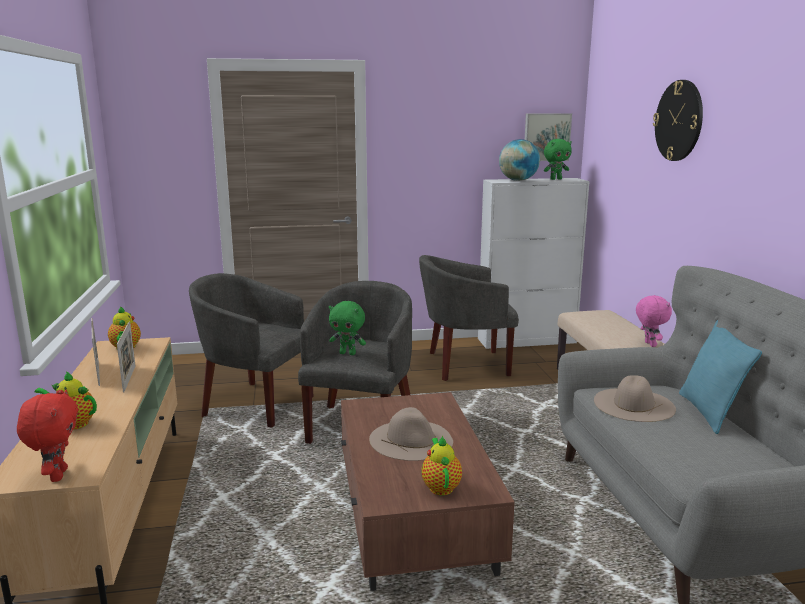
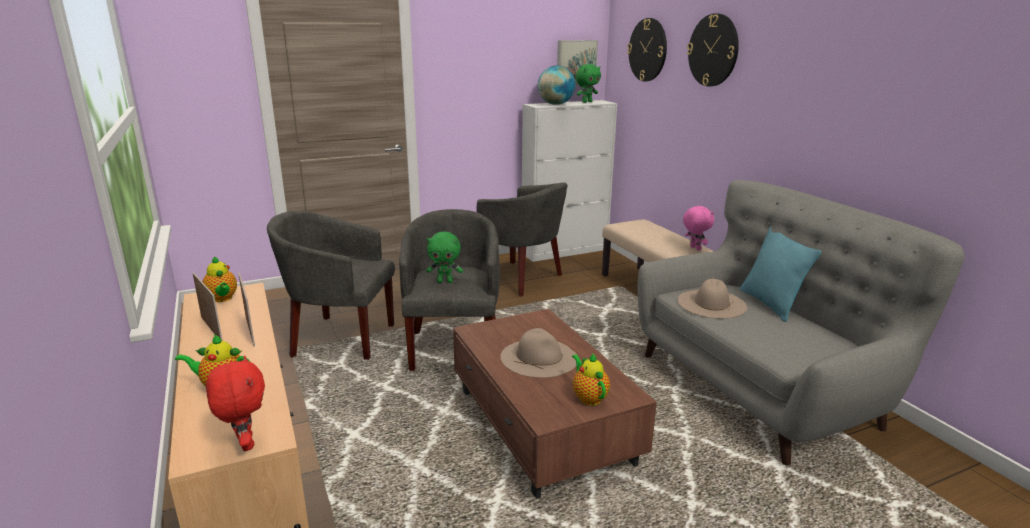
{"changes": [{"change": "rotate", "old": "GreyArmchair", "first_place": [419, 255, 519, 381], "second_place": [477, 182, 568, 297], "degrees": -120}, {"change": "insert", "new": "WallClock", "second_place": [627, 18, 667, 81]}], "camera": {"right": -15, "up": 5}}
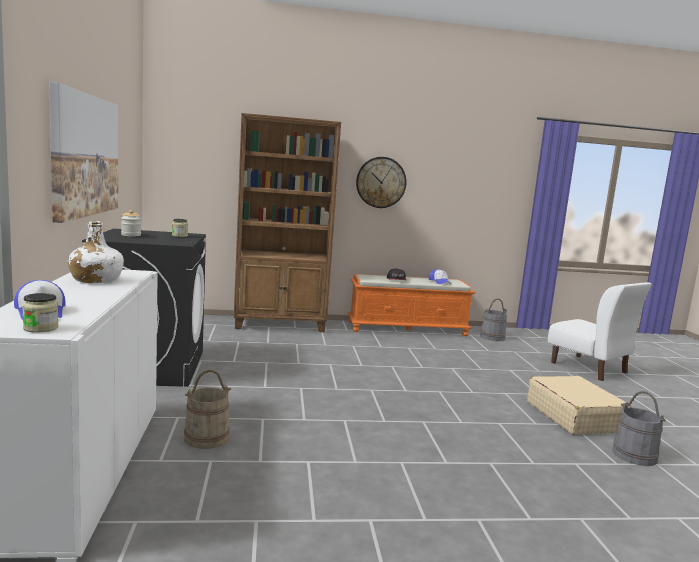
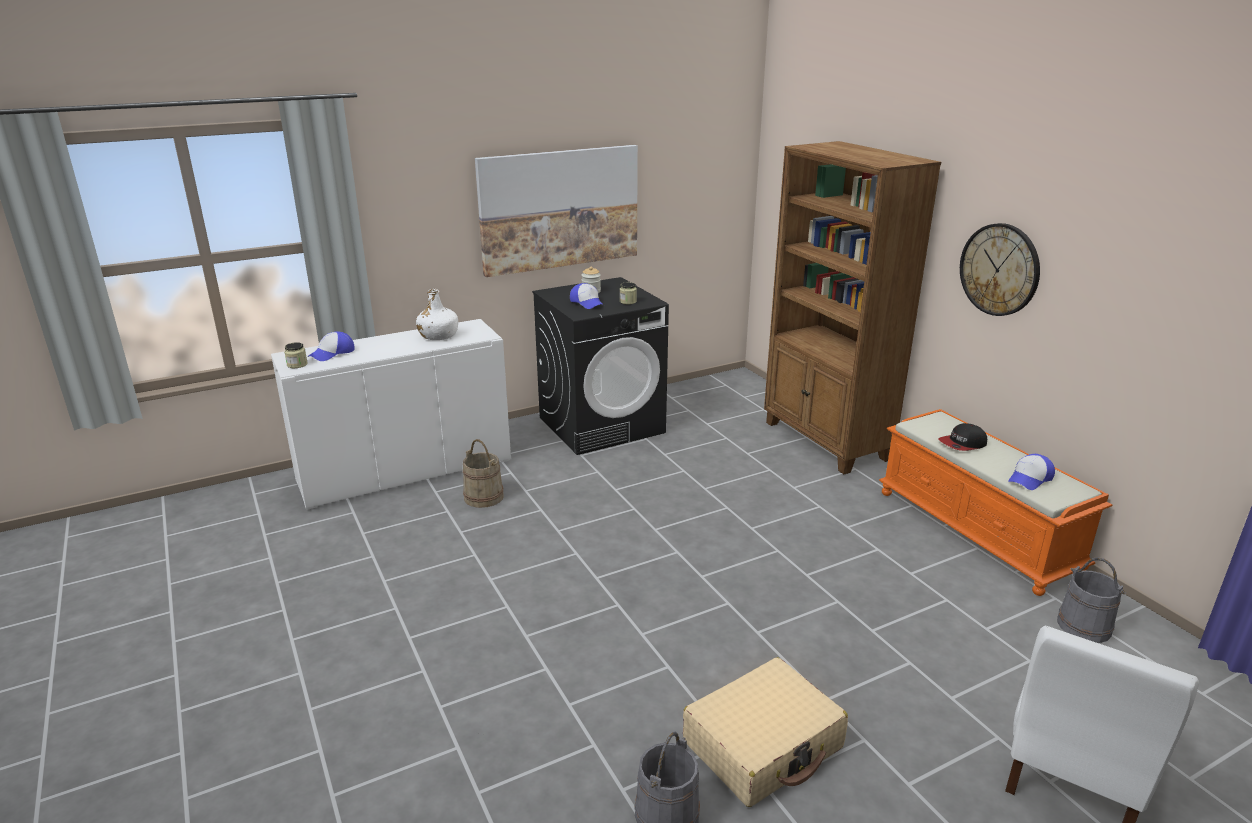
{"changes": [{"change": "insert", "new": "Cap", "second_place": [570, 283, 604, 309]}], "camera": {"right": 70, "up": 15}}
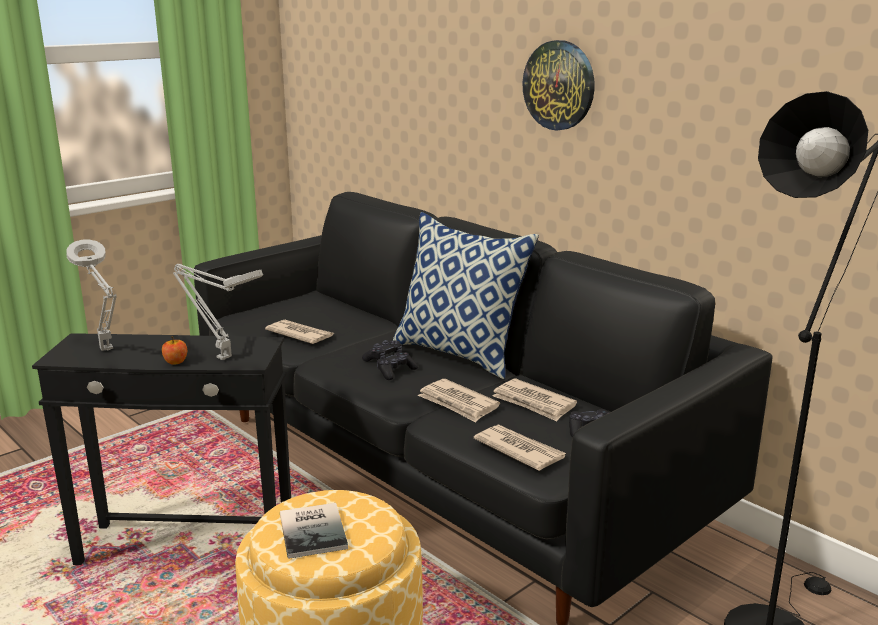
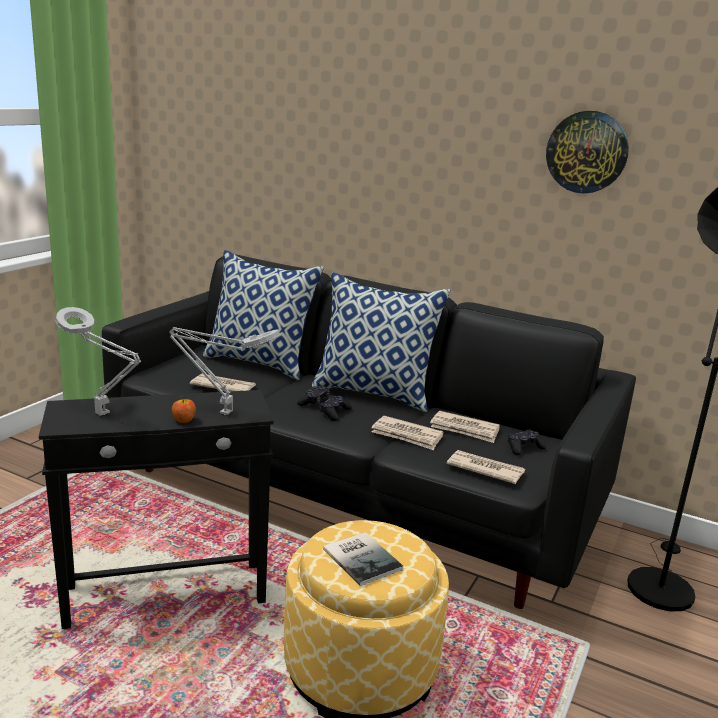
{"changes": [{"change": "insert", "new": "Pillow", "second_place": [203, 250, 324, 380]}, {"change": "move", "old": "WallClock", "first_place": [522, 40, 595, 131], "second_place": [546, 111, 629, 194]}], "camera": {"right": -20, "up": 0}}
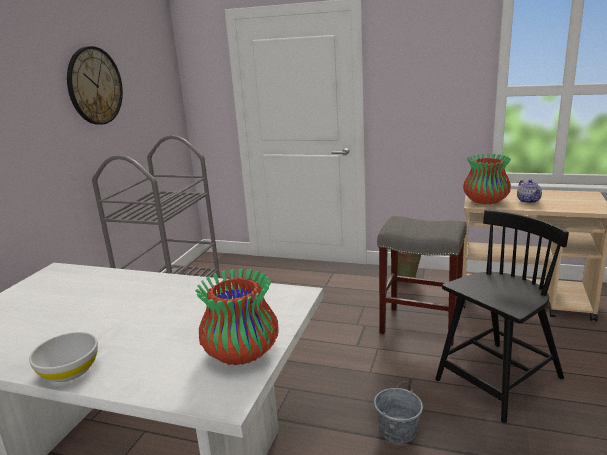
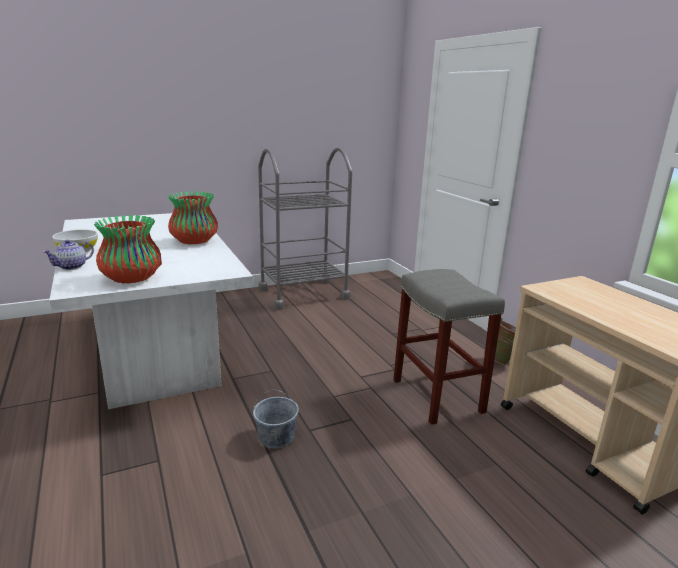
{"changes": [{"change": "move", "old": "Teapot", "first_place": [517, 179, 542, 203], "second_place": [43, 240, 94, 270]}, {"change": "move", "old": "Vase", "first_place": [463, 154, 511, 204], "second_place": [168, 191, 218, 244]}, {"change": "delete", "old": "WallClock", "first_place": [67, 46, 123, 125]}, {"change": "delete", "old": "BlackChair", "first_place": [435, 209, 569, 423]}], "camera": {"right": 45, "up": 0}}
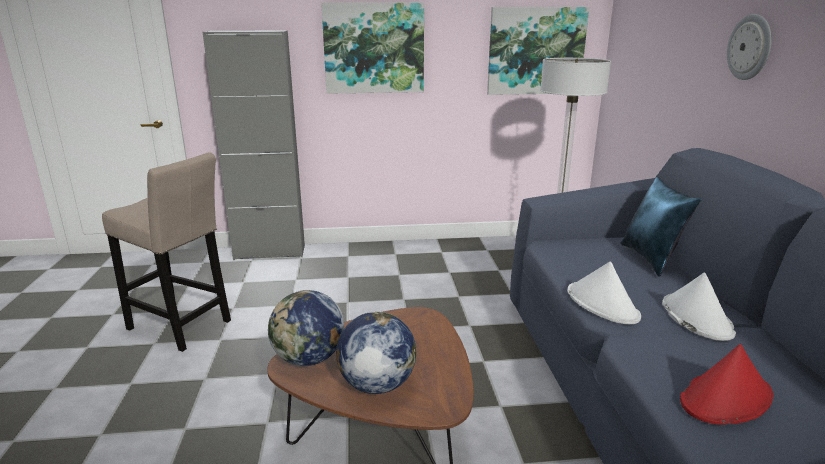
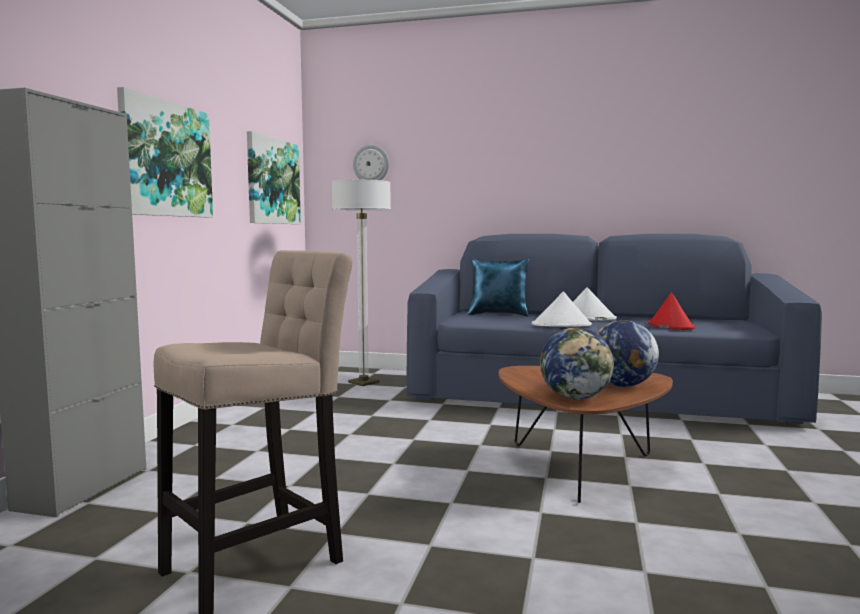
{"changes": [{"change": "move", "old": "WallClock", "first_place": [727, 14, 772, 80], "second_place": [353, 145, 389, 180]}], "camera": {"right": -70, "up": -15}}
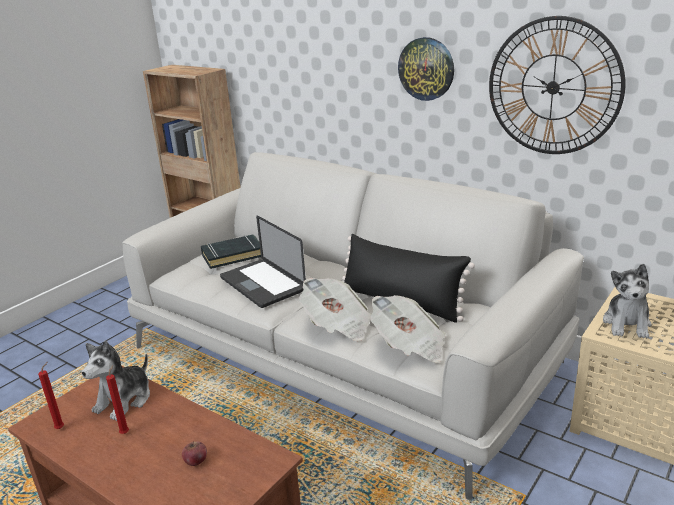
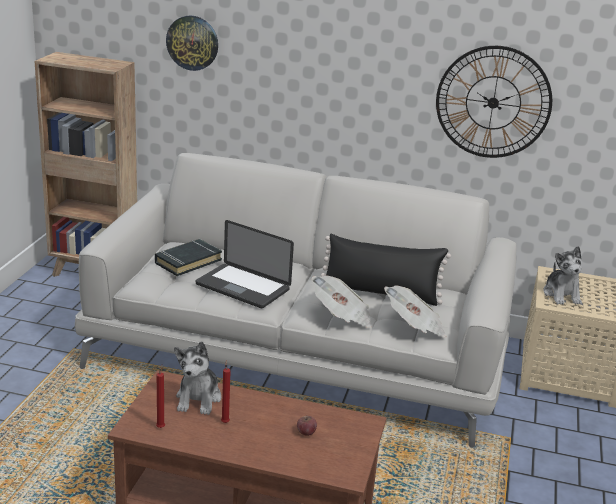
{"changes": [{"change": "move", "old": "WallClock", "first_place": [398, 37, 454, 101], "second_place": [166, 15, 218, 71]}], "camera": {"right": -25, "up": 0}}
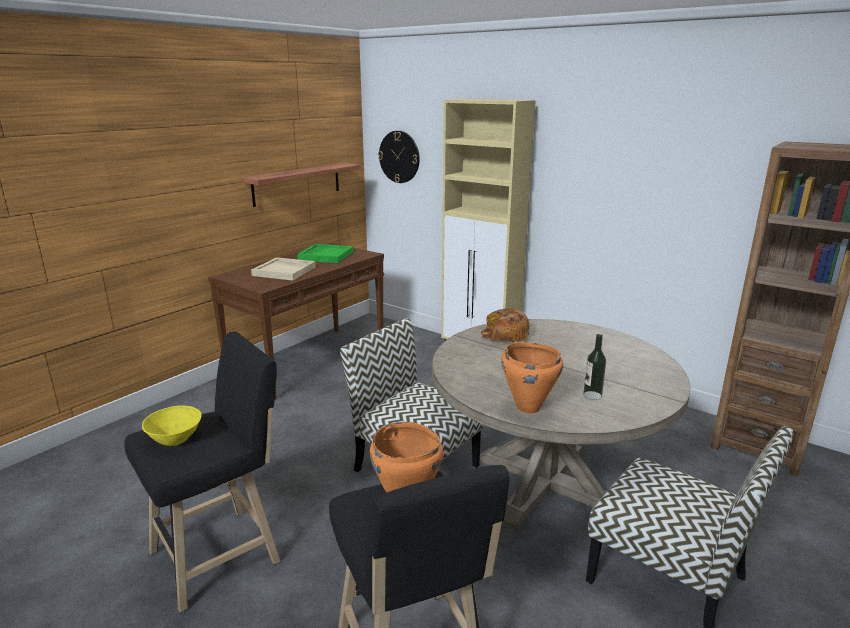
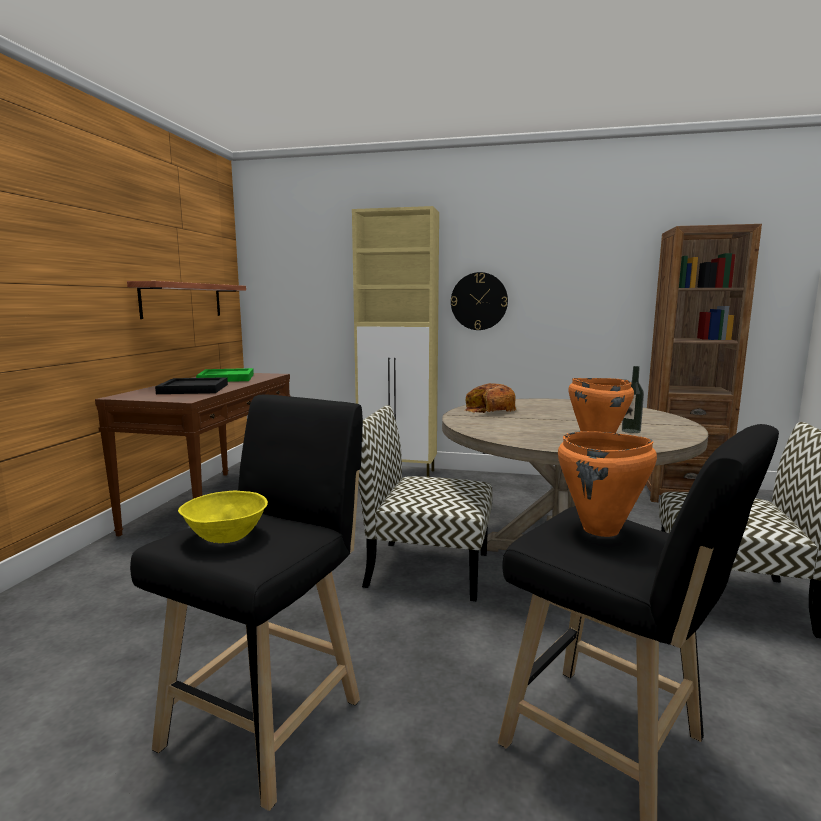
{"changes": [{"change": "recolor", "old": "BeigeTray", "new": "BlackTray", "first_place": [251, 257, 316, 281], "second_place": [155, 377, 228, 394]}, {"change": "move", "old": "WallClock", "first_place": [378, 131, 420, 183], "second_place": [451, 272, 508, 330]}], "camera": {"right": -25, "up": -10}}
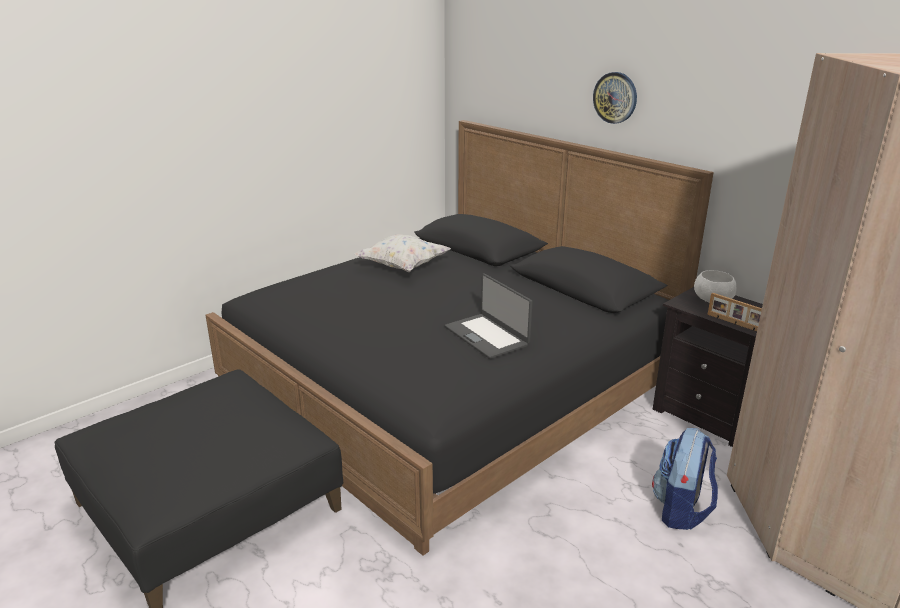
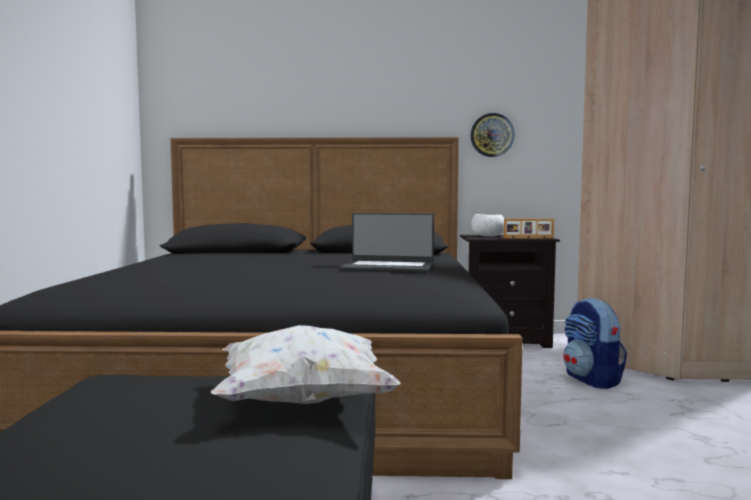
{"changes": [{"change": "move", "old": "WhitePillow", "first_place": [355, 234, 451, 272], "second_place": [211, 325, 401, 404]}, {"change": "move", "old": "WallClock", "first_place": [593, 72, 637, 124], "second_place": [470, 113, 514, 157]}], "camera": {"right": -45, "up": -20}}
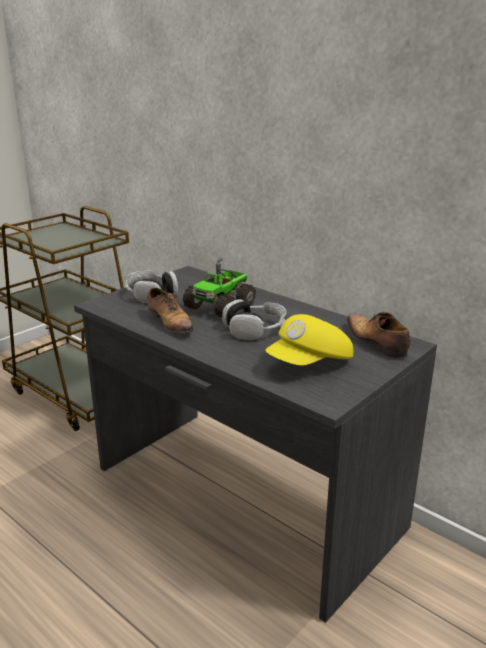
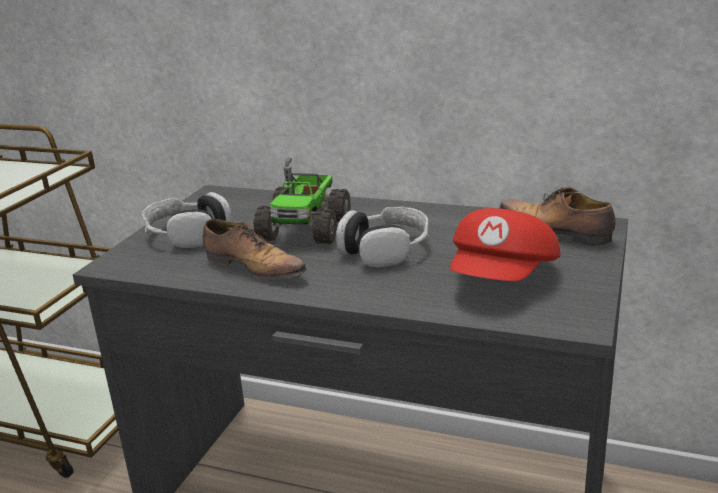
{"changes": [{"change": "recolor", "old": "YellowCap", "new": "RedCap", "first_place": [265, 314, 353, 366], "second_place": [450, 208, 560, 281]}], "camera": {"right": -20, "up": 0}}
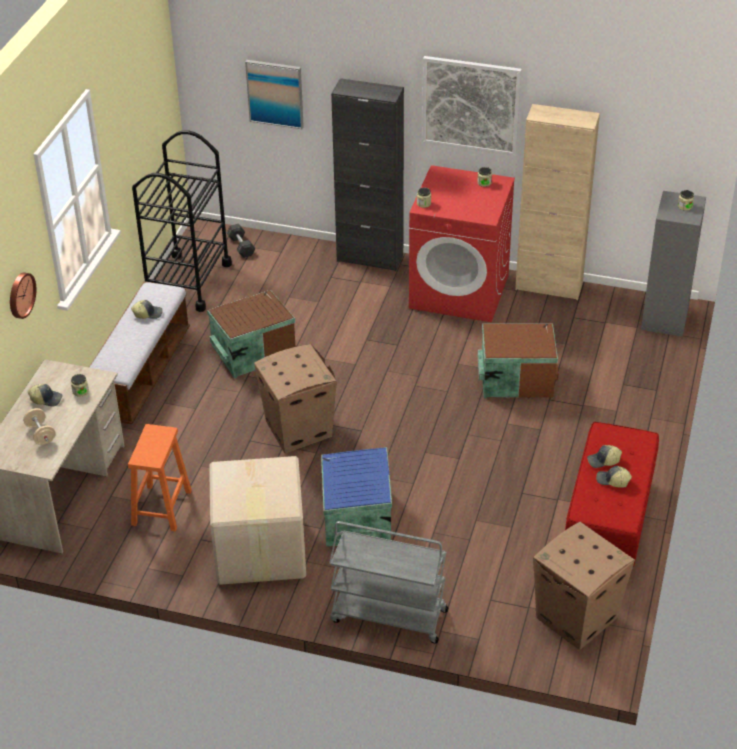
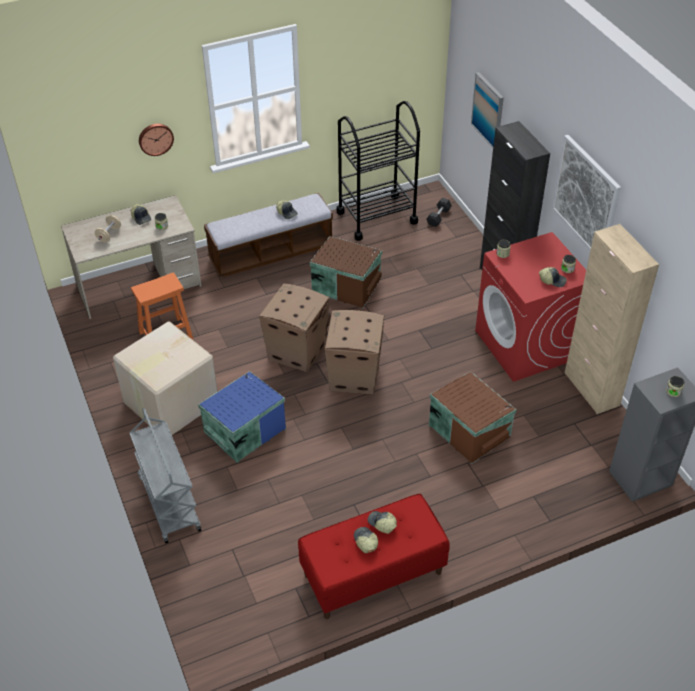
{"changes": [{"change": "move", "old": "CardboardBox", "first_place": [533, 522, 635, 650], "second_place": [324, 310, 384, 394]}, {"change": "insert", "new": "Cap", "second_place": [539, 267, 567, 287]}], "camera": {"right": 50, "up": 5}}
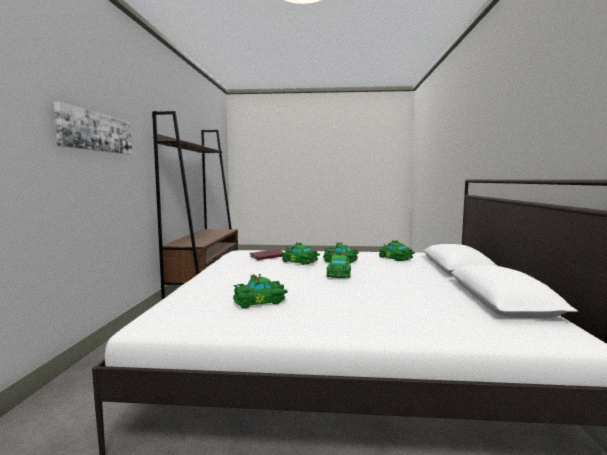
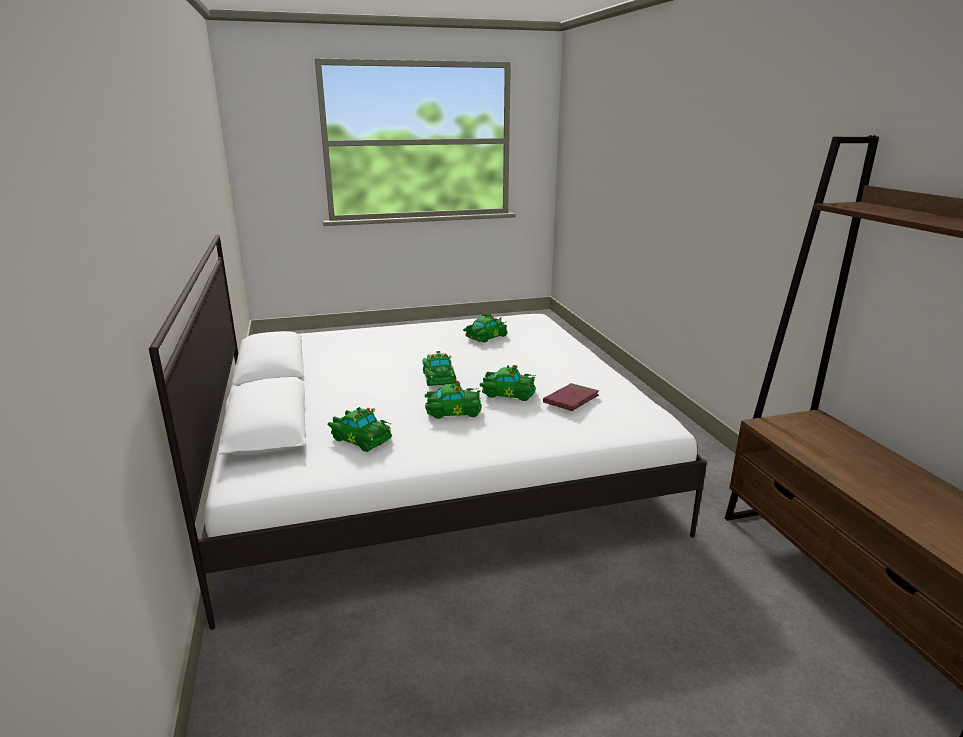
{"changes": [{"change": "delete", "old": "Picture", "first_place": [54, 101, 132, 155]}], "camera": {"right": 160, "up": 15}}
